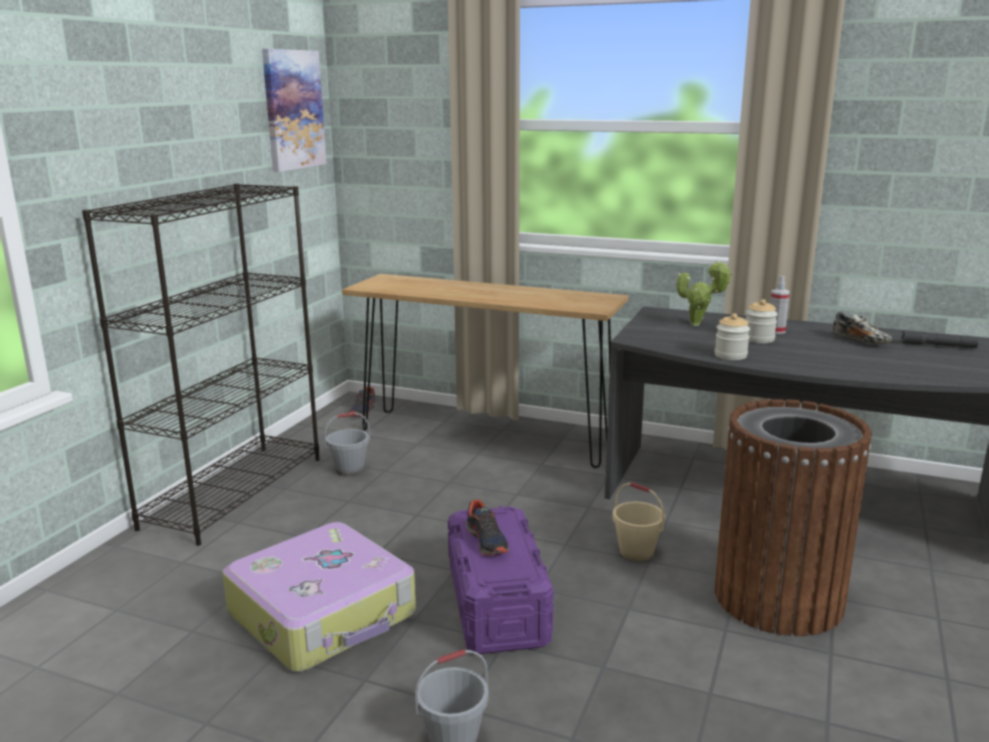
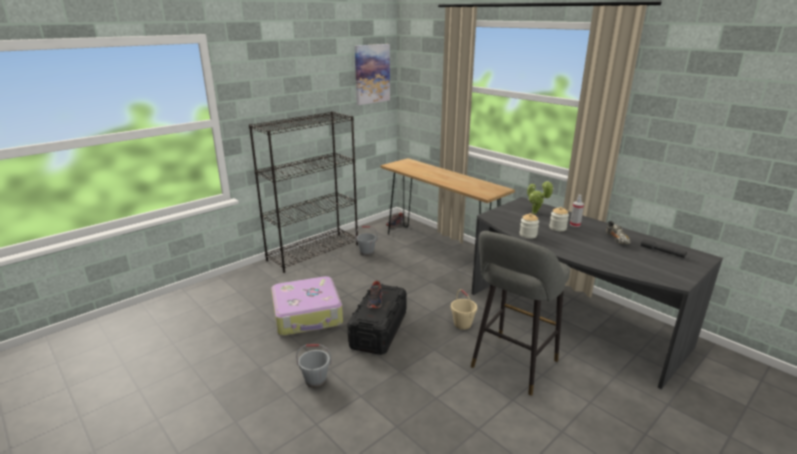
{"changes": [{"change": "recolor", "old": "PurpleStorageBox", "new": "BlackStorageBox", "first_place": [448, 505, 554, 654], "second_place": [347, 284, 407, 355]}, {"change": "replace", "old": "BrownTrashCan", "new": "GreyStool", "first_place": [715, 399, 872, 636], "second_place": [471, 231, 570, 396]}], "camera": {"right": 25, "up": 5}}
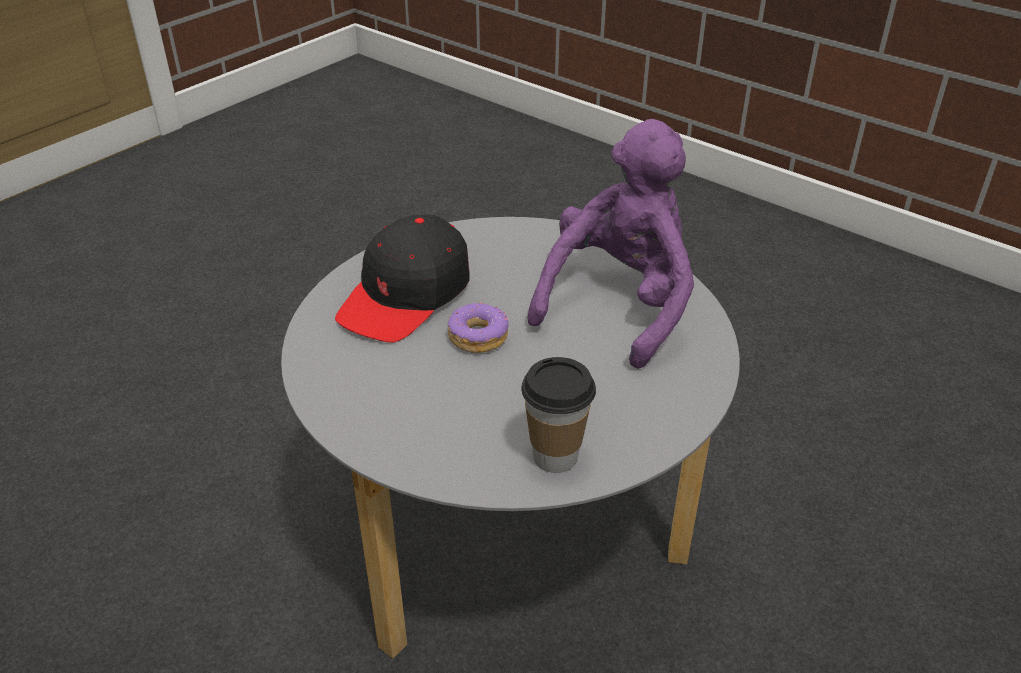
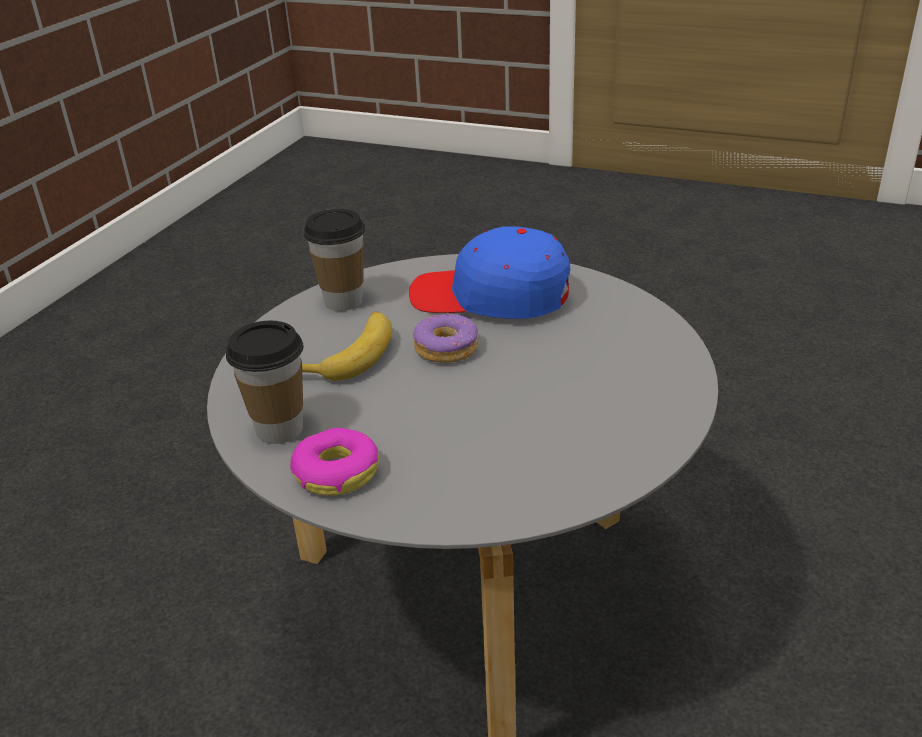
{"changes": [{"change": "insert", "new": "Donut", "second_place": [290, 428, 379, 496]}, {"change": "insert", "new": "Banana", "second_place": [302, 311, 392, 380]}, {"change": "insert", "new": "Cup", "second_place": [303, 209, 366, 311]}, {"change": "recolor", "old": "BlackCap", "new": "BlueCap", "first_place": [335, 215, 470, 343], "second_place": [409, 226, 570, 319]}, {"change": "delete", "old": "PurplePlushToy", "first_place": [527, 119, 694, 369]}], "camera": {"right": 75, "up": -5}}
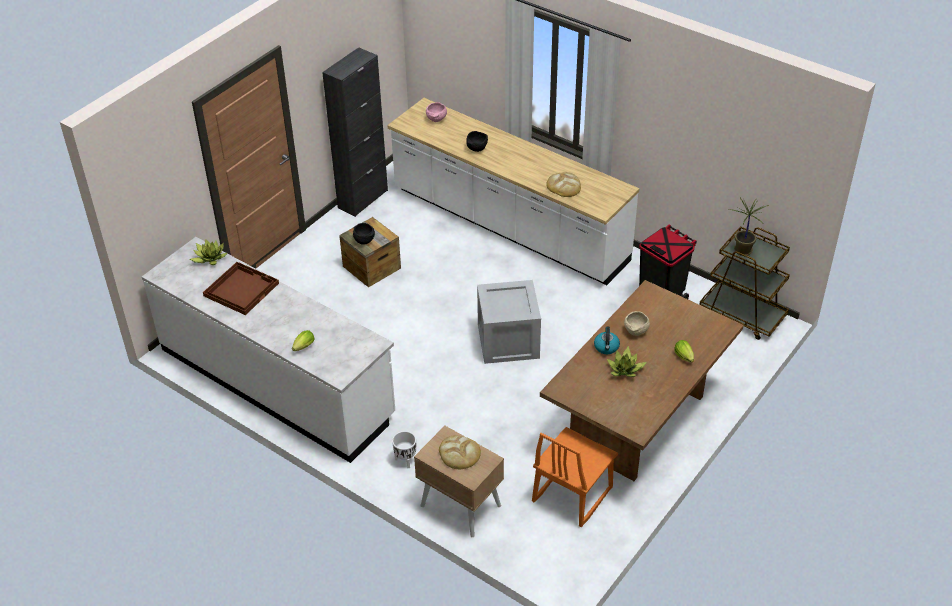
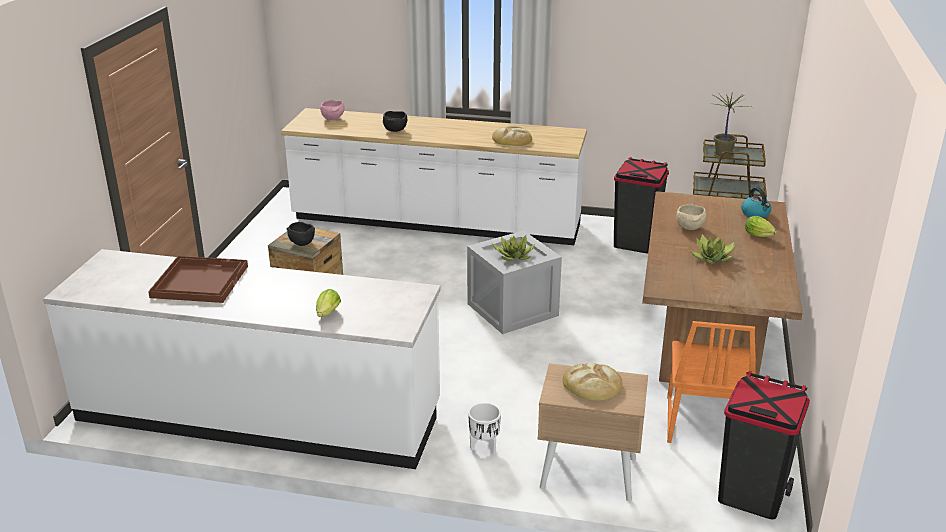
{"changes": [{"change": "move", "old": "PottedPlant", "first_place": [190, 239, 227, 265], "second_place": [492, 235, 535, 261]}, {"change": "insert", "new": "BlackTrashCan", "second_place": [718, 371, 810, 520]}, {"change": "move", "old": "Kettle", "first_place": [594, 327, 620, 354], "second_place": [741, 187, 771, 218]}, {"change": "delete", "old": "BlackCabinet", "first_place": [322, 47, 388, 217]}], "camera": {"right": -25, "up": -15}}
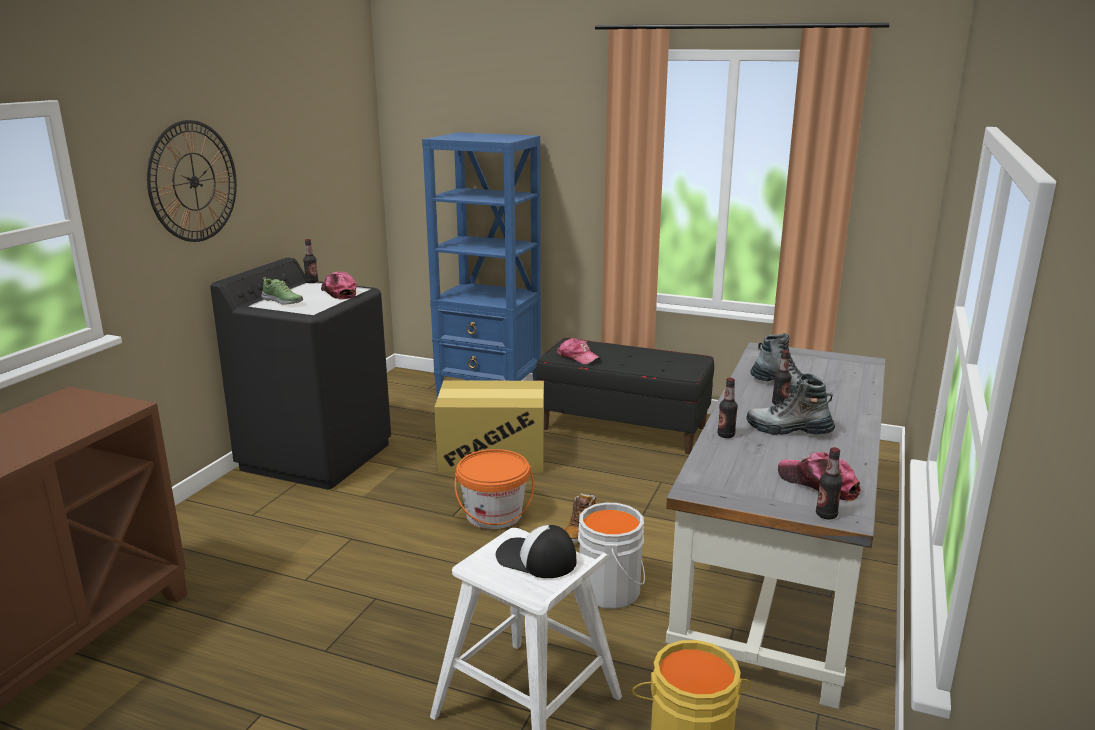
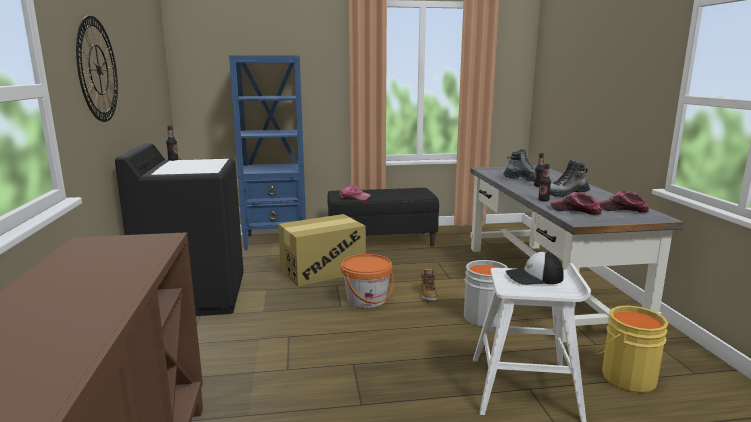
{"changes": [{"change": "move", "old": "Cap", "first_place": [321, 272, 357, 299], "second_place": [550, 192, 602, 215]}, {"change": "delete", "old": "Shoe", "first_place": [261, 277, 303, 305]}, {"change": "delete", "old": "Bottle", "first_place": [816, 447, 842, 519]}], "camera": {"right": -30, "up": -5}}
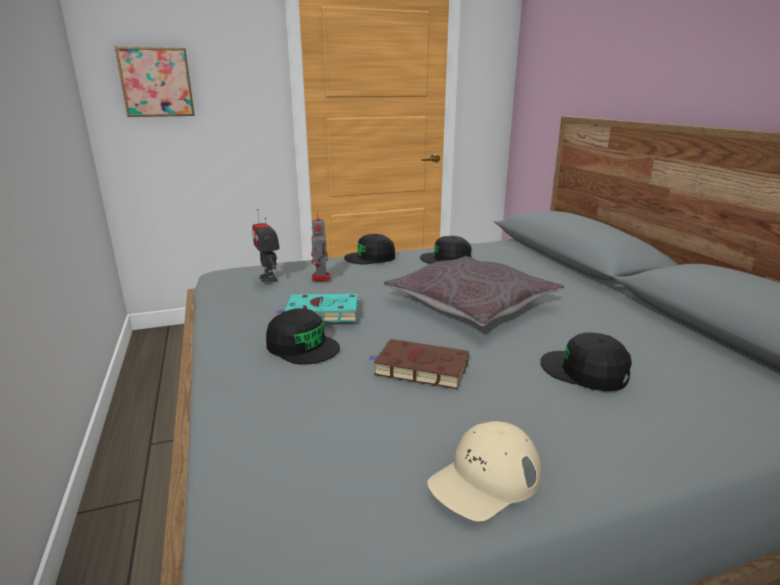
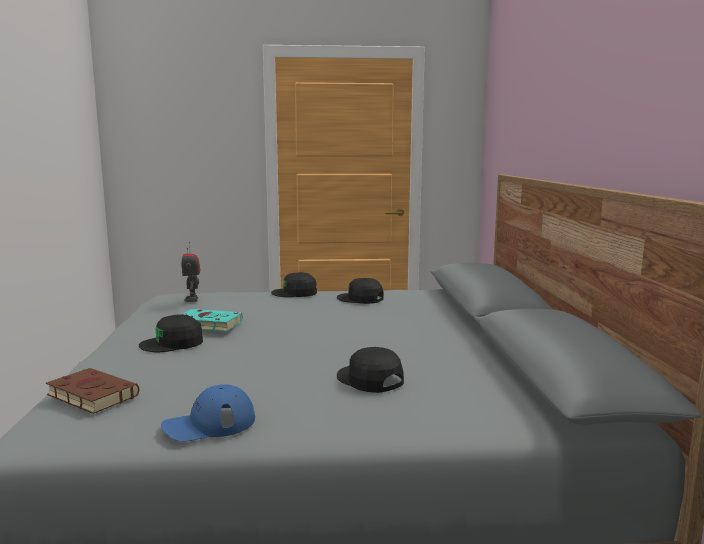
{"changes": [{"change": "move", "old": "BrownBook", "first_place": [369, 339, 469, 389], "second_place": [46, 368, 139, 414]}, {"change": "rotate", "old": "BlackCap", "first_place": [266, 308, 340, 365], "second_place": [139, 314, 203, 352], "degrees": 105}, {"change": "recolor", "old": "BeigeCap", "new": "BlueCap", "first_place": [427, 421, 541, 522], "second_place": [161, 384, 255, 442]}, {"change": "delete", "old": "Picture", "first_place": [115, 47, 195, 117]}, {"change": "delete", "old": "ToyRobot", "first_place": [311, 212, 331, 282]}, {"change": "delete", "old": "GreyPillow", "first_place": [384, 256, 564, 326]}], "camera": {"right": 15, "up": -10}}
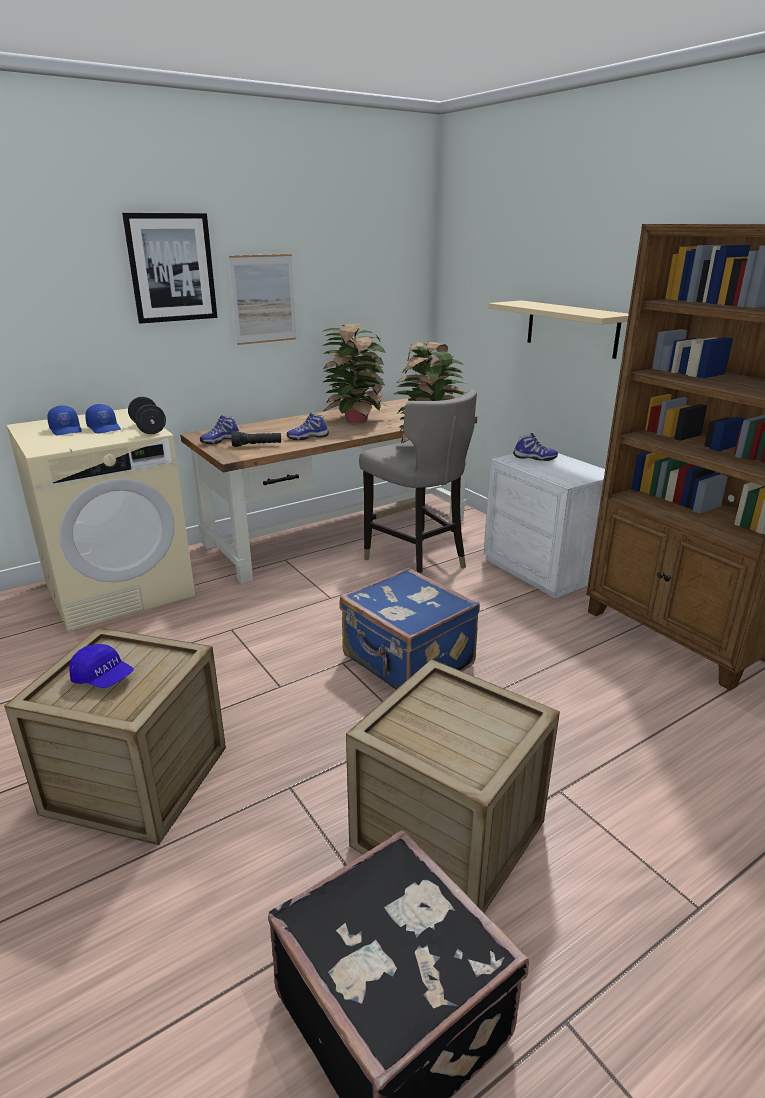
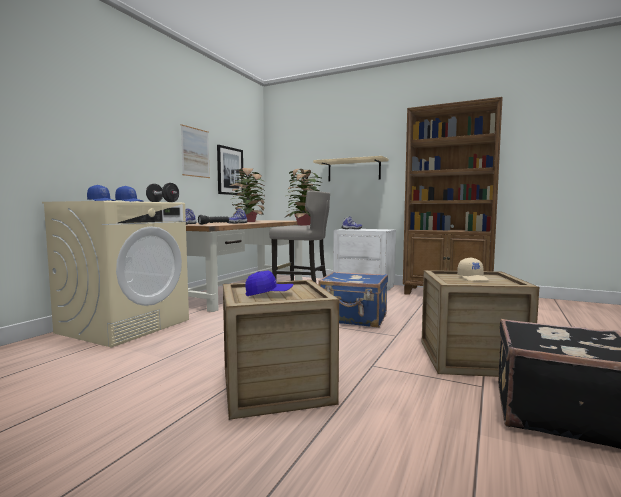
{"changes": [{"change": "move", "old": "Picture", "first_place": [122, 213, 217, 324], "second_place": [217, 145, 243, 195]}, {"change": "insert", "new": "BeigeCap", "second_place": [457, 257, 489, 281]}], "camera": {"right": -30, "up": -20}}
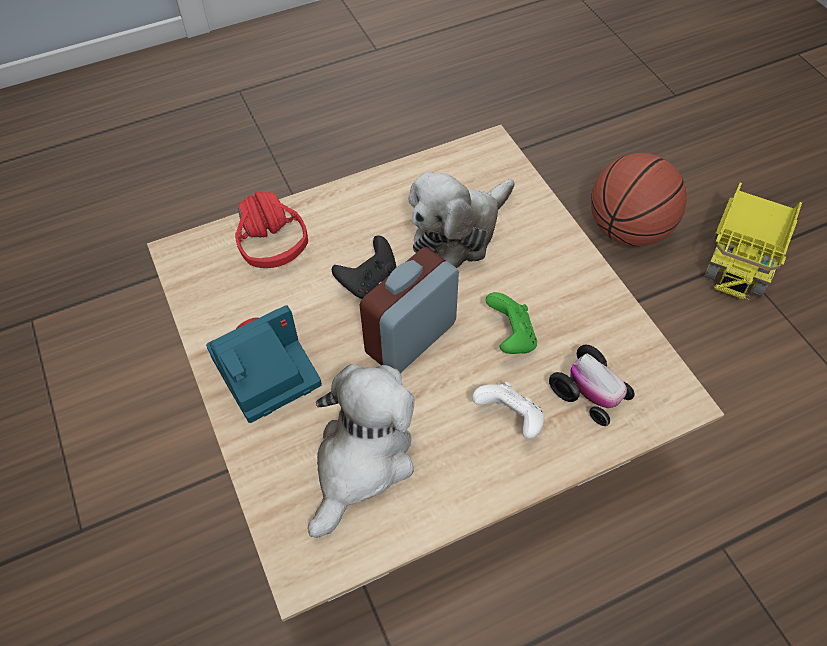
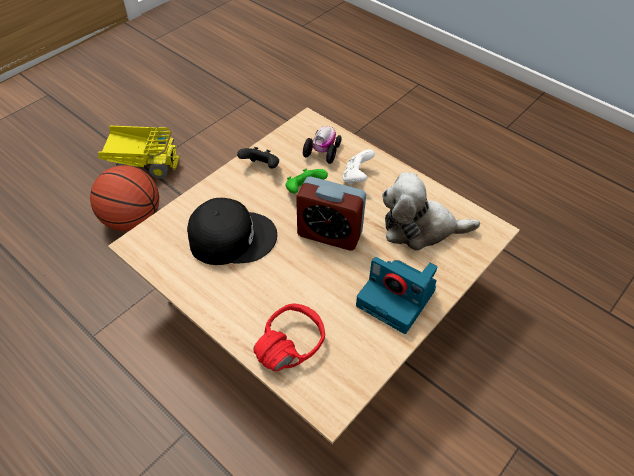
{"changes": [{"change": "replace", "old": "PlushToy", "new": "BlackCap", "first_place": [408, 171, 514, 268], "second_place": [187, 198, 277, 265]}, {"change": "move", "old": "BlackGameController", "first_place": [332, 236, 396, 299], "second_place": [237, 147, 279, 169]}], "camera": {"right": -115, "up": -5}}
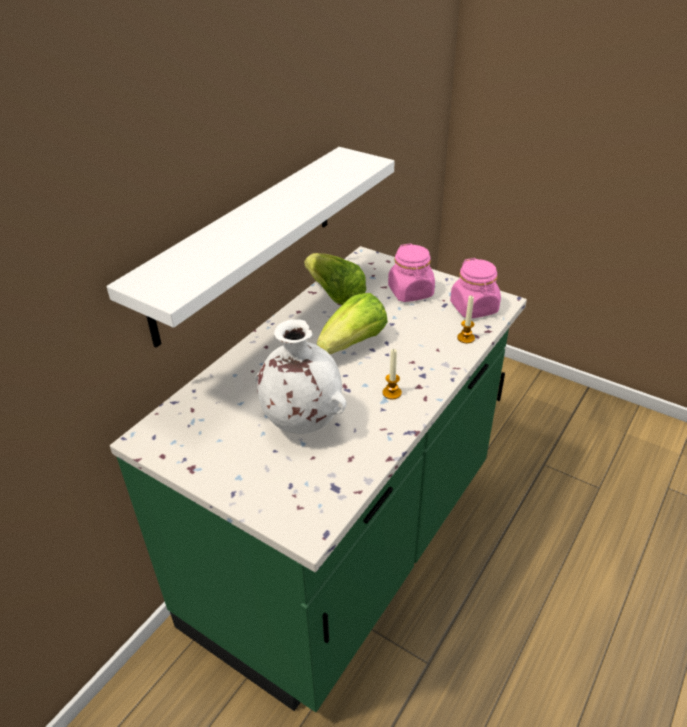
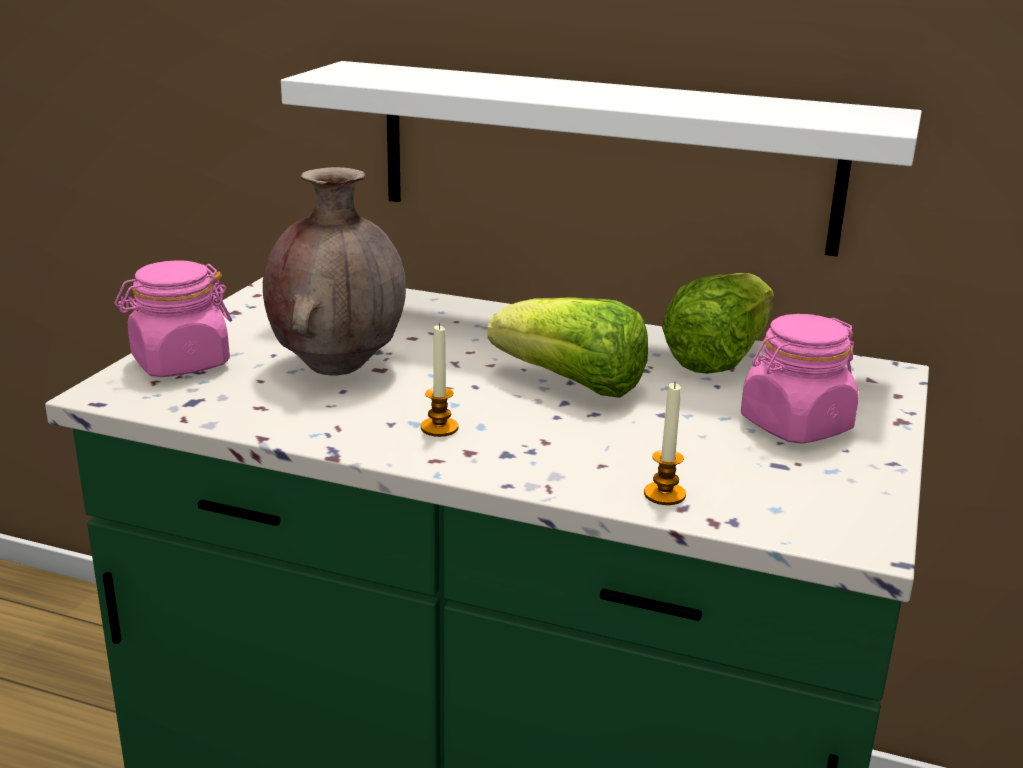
{"changes": [{"change": "move", "old": "PinkJar", "first_place": [450, 258, 501, 318], "second_place": [114, 260, 232, 377]}, {"change": "recolor", "old": "WhiteVase", "new": "BrownVase", "first_place": [255, 319, 347, 434], "second_place": [263, 167, 406, 376]}], "camera": {"right": 75, "up": -15}}
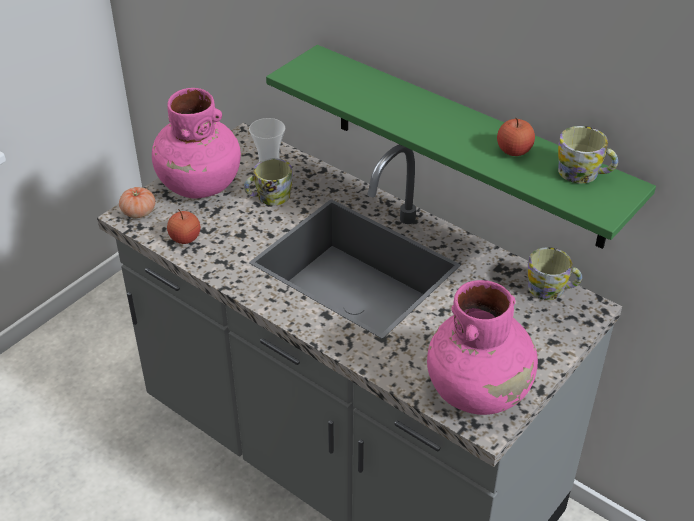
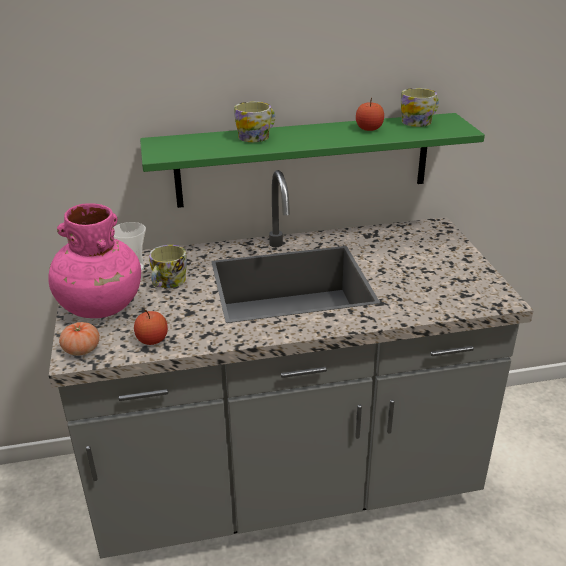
{"changes": [{"change": "move", "old": "Mug", "first_place": [528, 247, 582, 300], "second_place": [234, 101, 275, 142]}, {"change": "delete", "old": "PinkVase", "first_place": [427, 280, 538, 415]}], "camera": {"right": -50, "up": -10}}
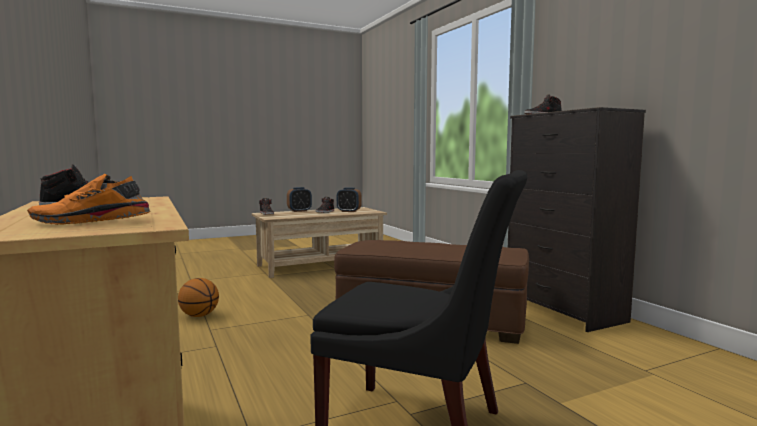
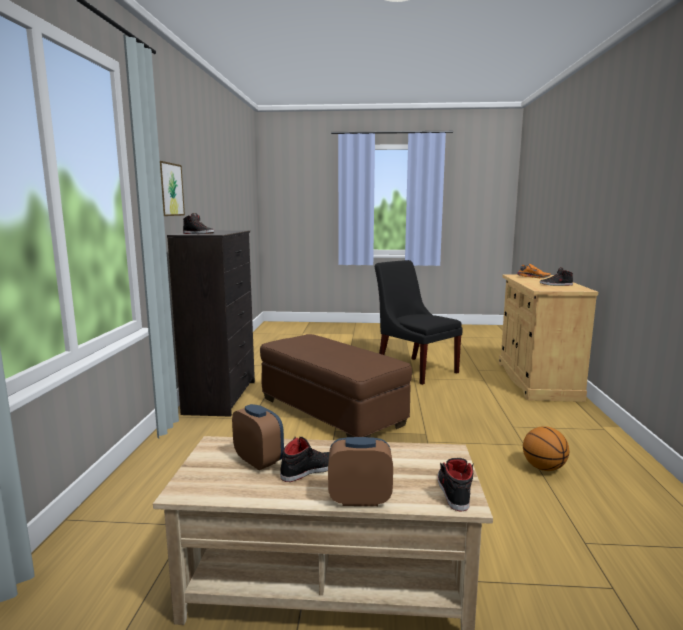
{"changes": [{"change": "insert", "new": "Picture", "second_place": [160, 161, 185, 216]}], "camera": {"right": -150, "up": 5}}
